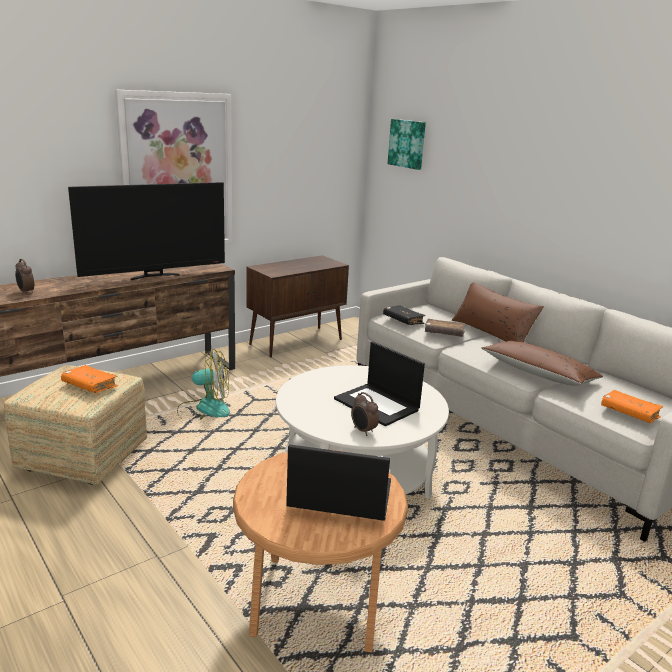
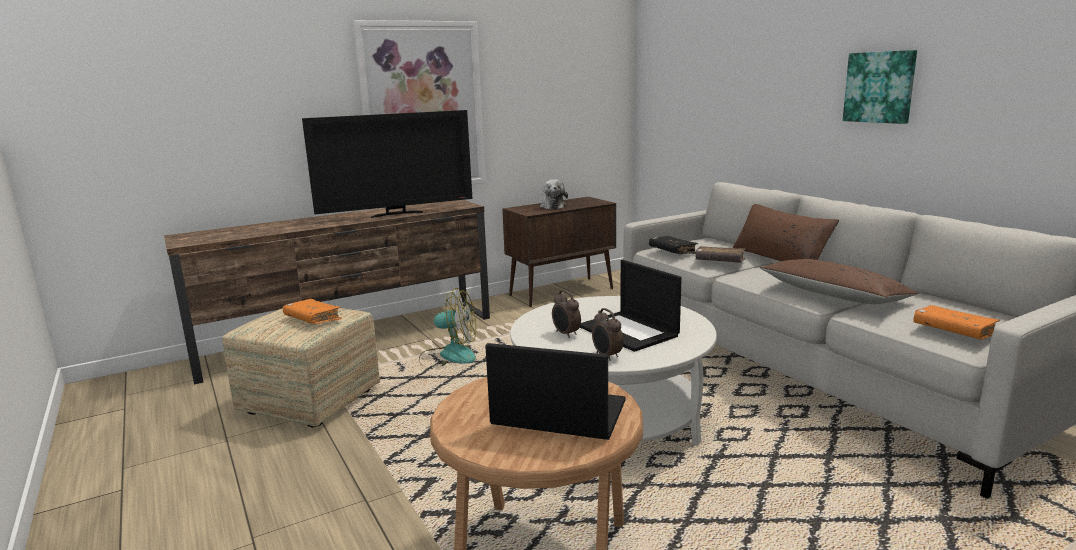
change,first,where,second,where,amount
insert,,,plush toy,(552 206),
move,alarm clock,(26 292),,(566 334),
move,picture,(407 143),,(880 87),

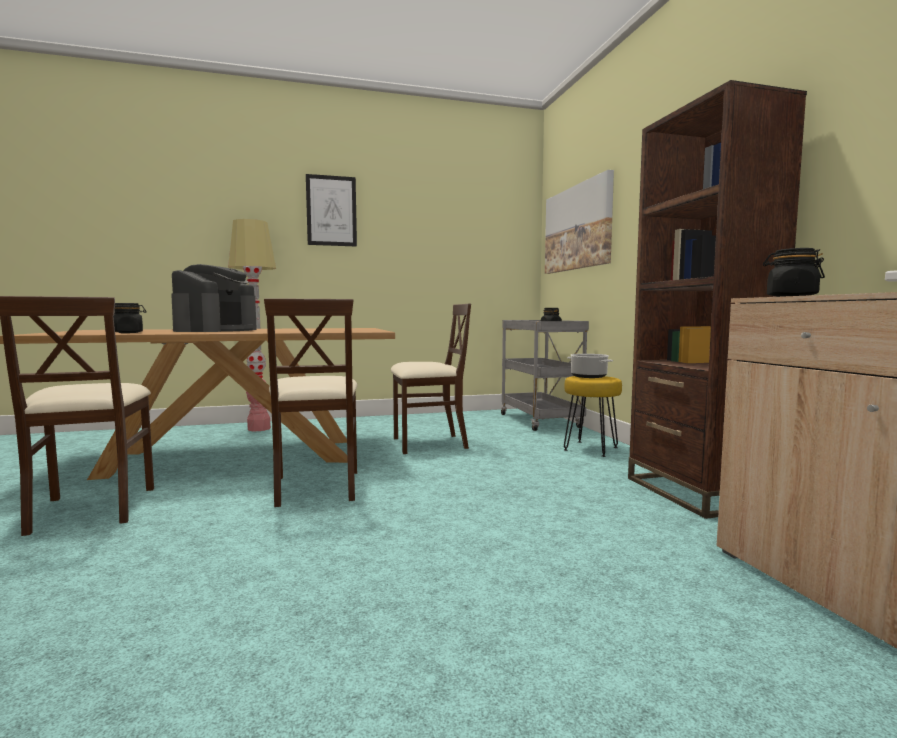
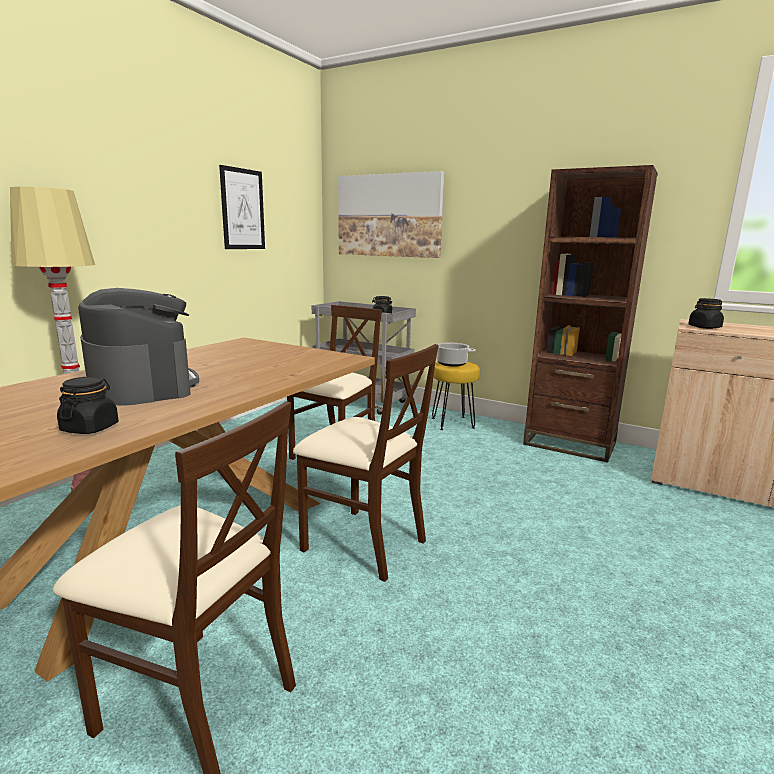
change,first,where,second,where,amount
move,picture,(331 211),,(243 209),

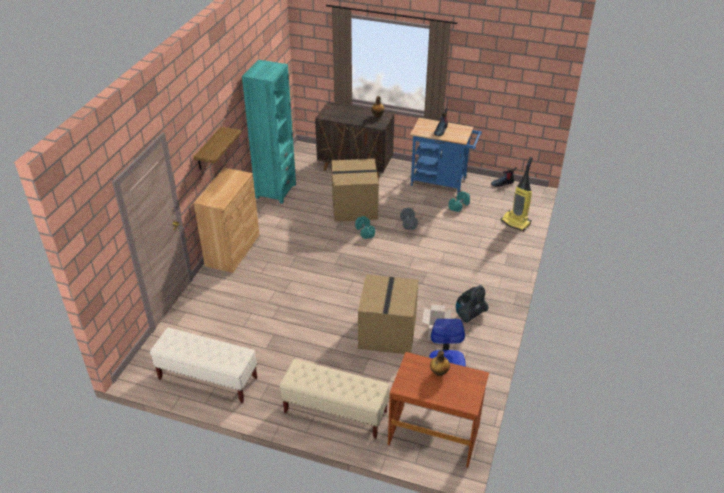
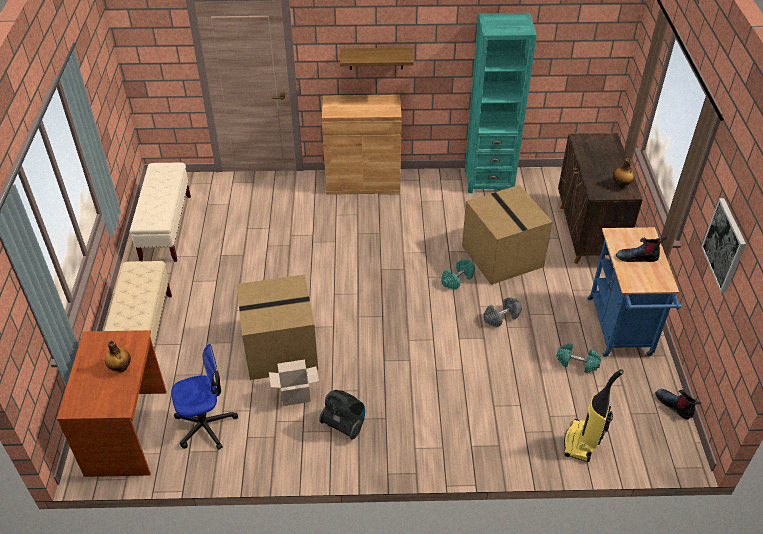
change,first,where,second,where,amount
insert,,,picture,(724 245),

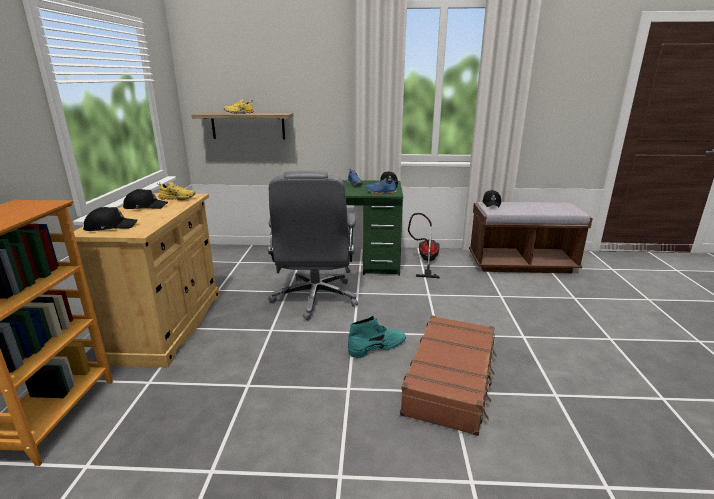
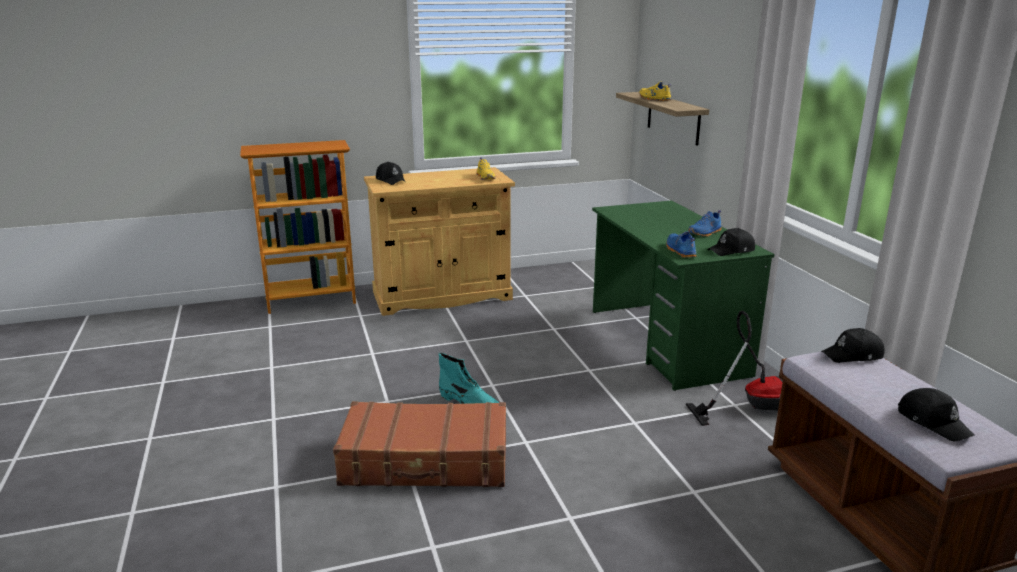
change,first,where,second,where,amount
move,cap in black,(145 206),,(933 422),
delete,office chair in grey,(315 298),,,

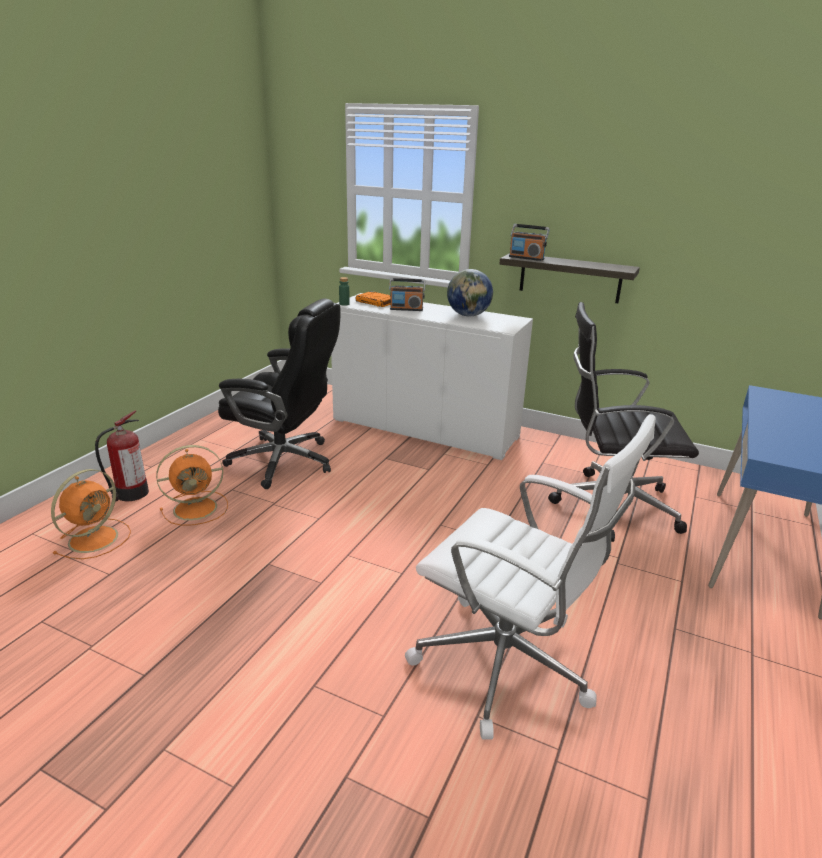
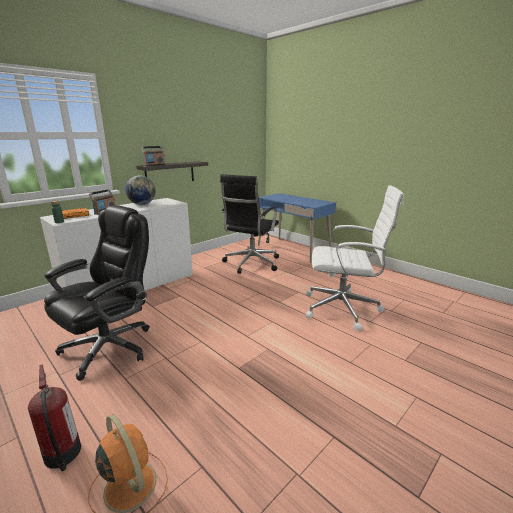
change,first,where,second,where,amount
rotate,office chair in white,(508 666),,(343 308),45 degrees clockwise
delete,fan in orange,(197 508),,,

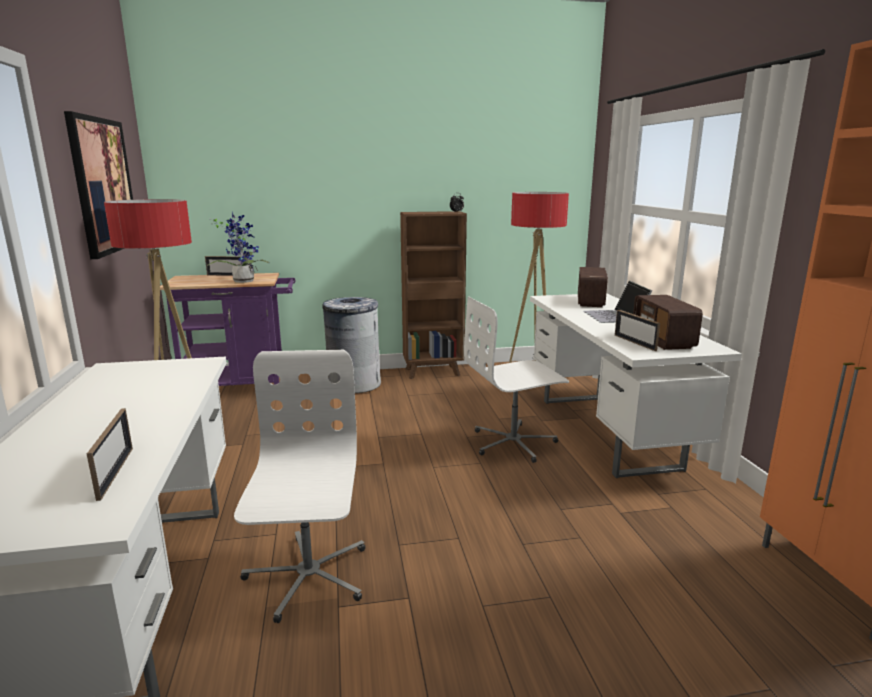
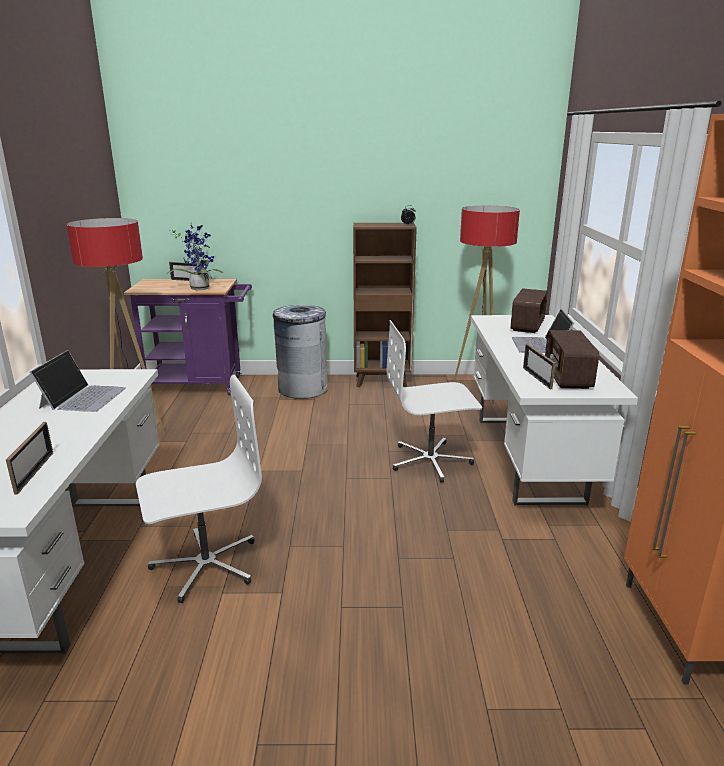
change,first,where,second,where,amount
insert,,,laptop,(83 397),
rotate,office chair in white,(307 576),,(205 565),60 degrees clockwise
delete,picture,(103 186),,,

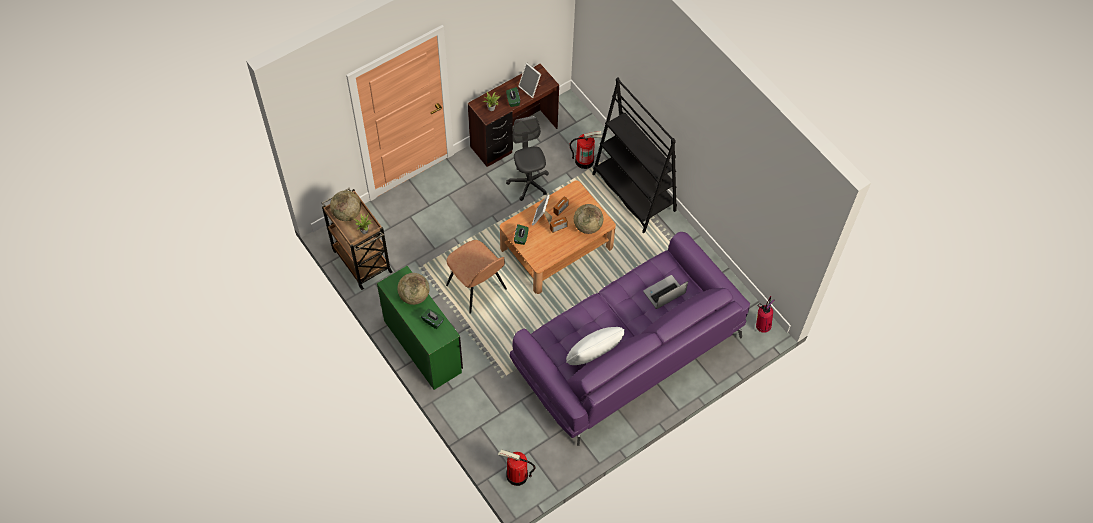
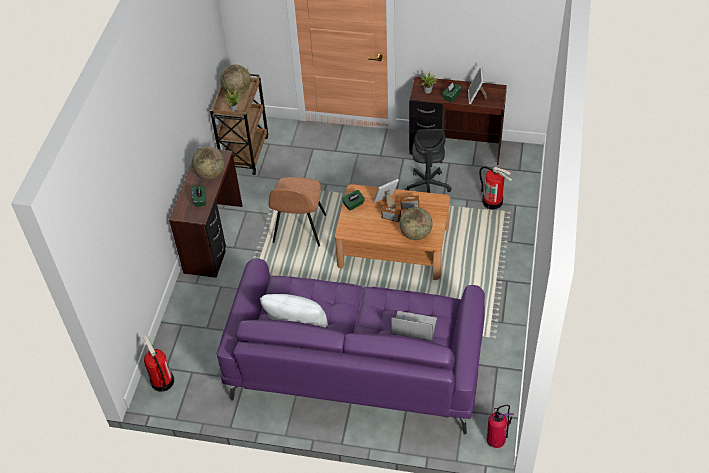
change,first,where,second,where,amount
recolor,desk in green,(423 345),desk in brown,(214 239),
rotate,office chair in grey,(528 183),,(427 187),150 degrees clockwise
delete,bookcase in black,(634 192),,,

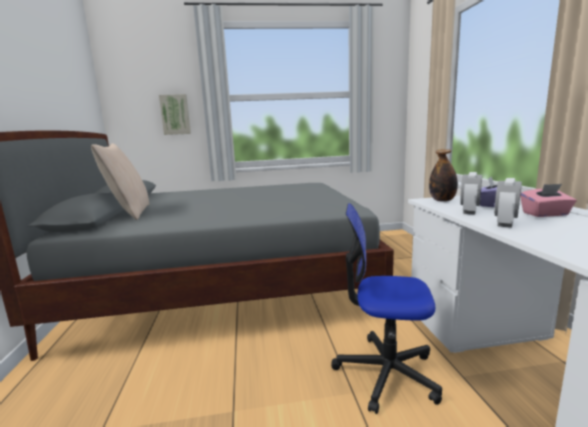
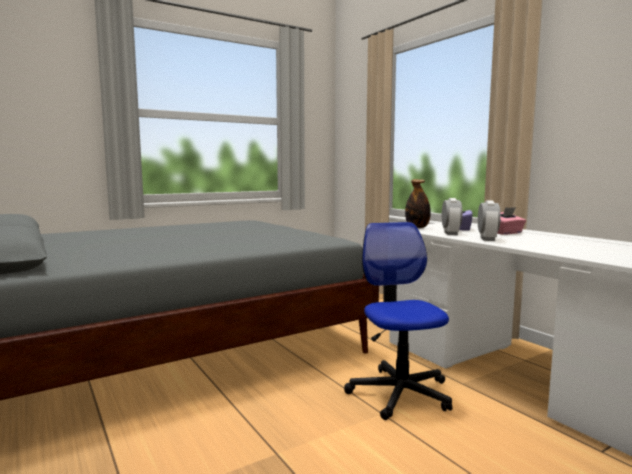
change,first,where,second,where,amount
rotate,office chair,(386 372),,(400 393),90 degrees clockwise
delete,pillow in beige,(130 213),,,
delete,picture,(175 114),,,

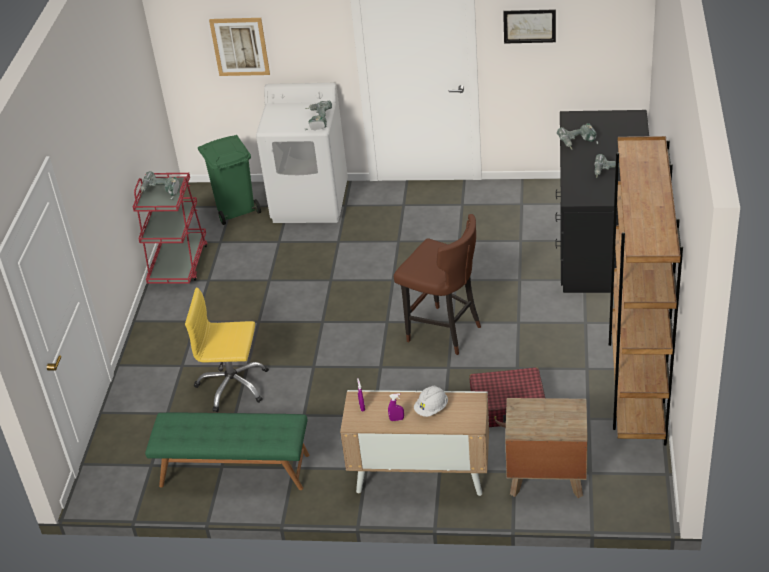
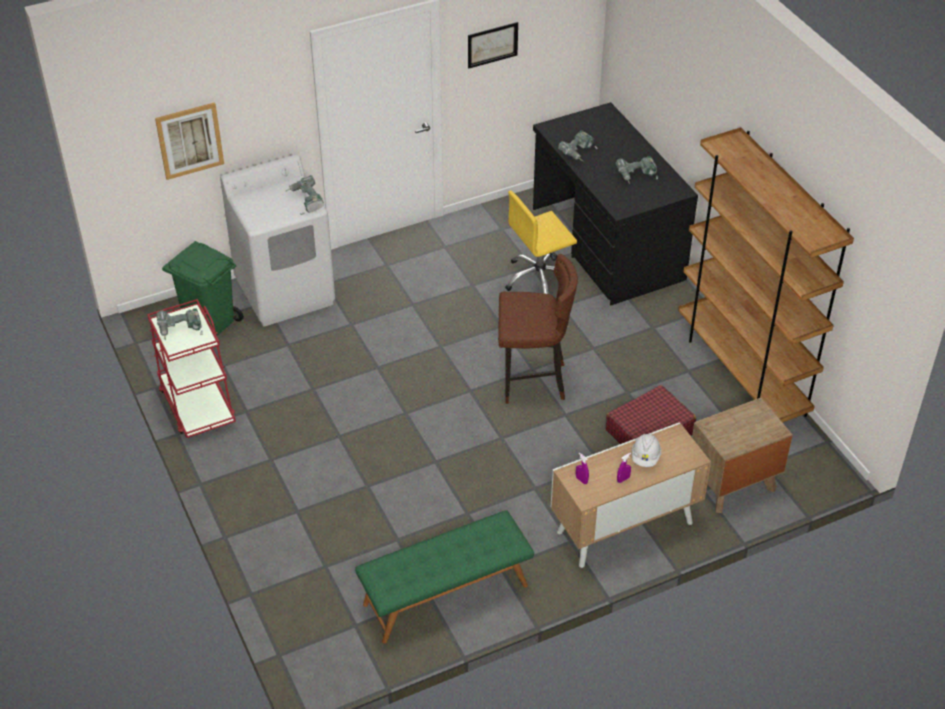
change,first,where,second,where,amount
move,office chair in yellow,(233 386),,(539 279),

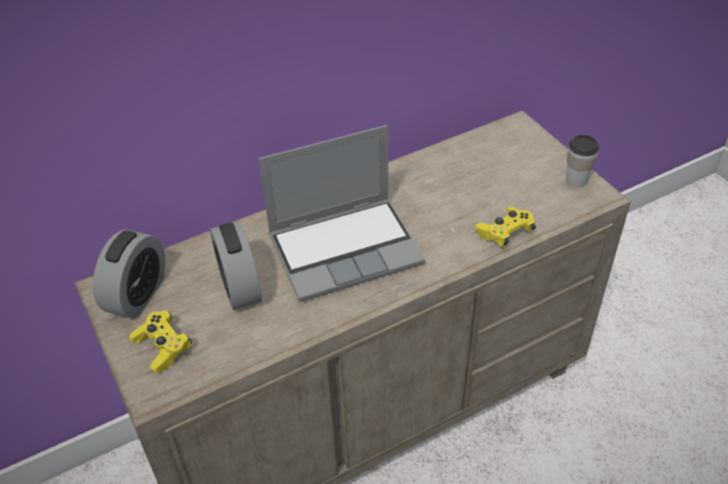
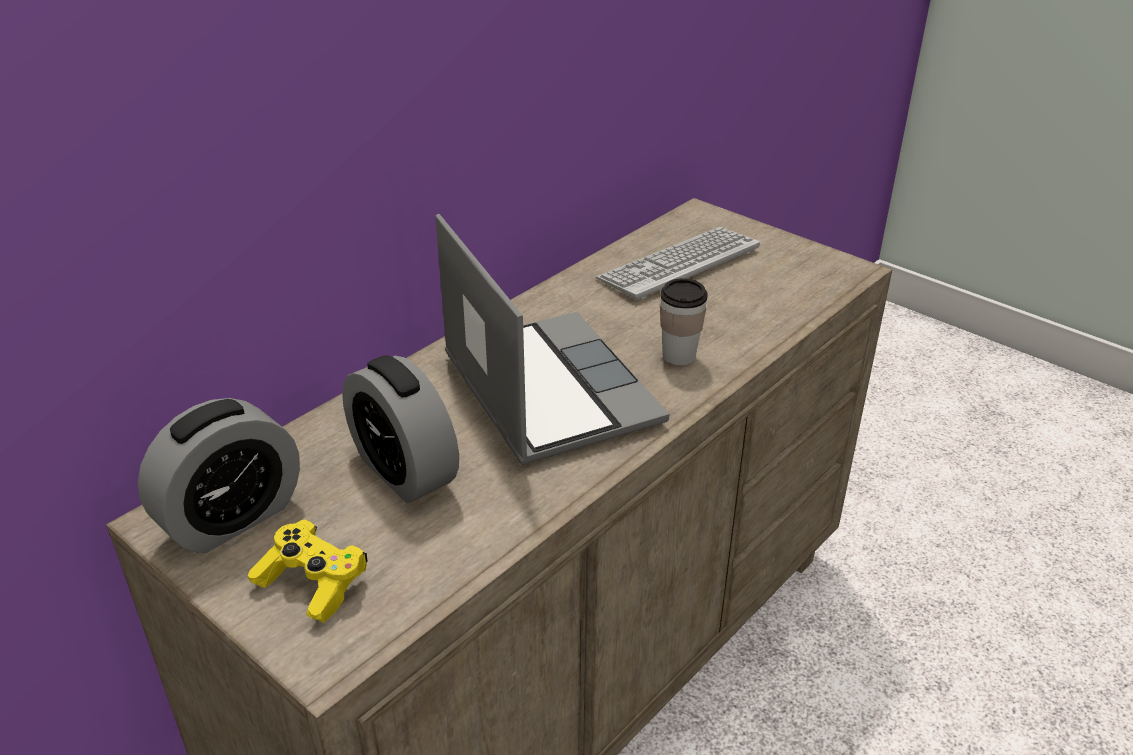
change,first,where,second,where,amount
rotate,alarm clock,(137 295),,(232 518),45 degrees clockwise
rotate,laptop,(346 248),,(546 389),75 degrees counterclockwise
insert,,,keyboard,(679 264),
move,cup,(576 180),,(679 356),
delete,game controller in yellow,(505 233),,,

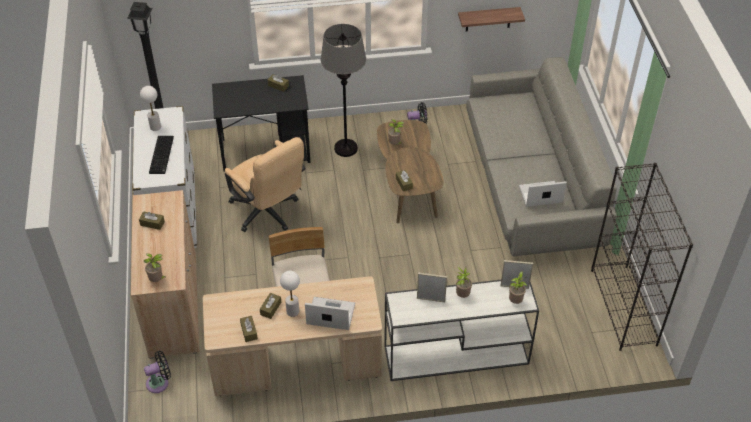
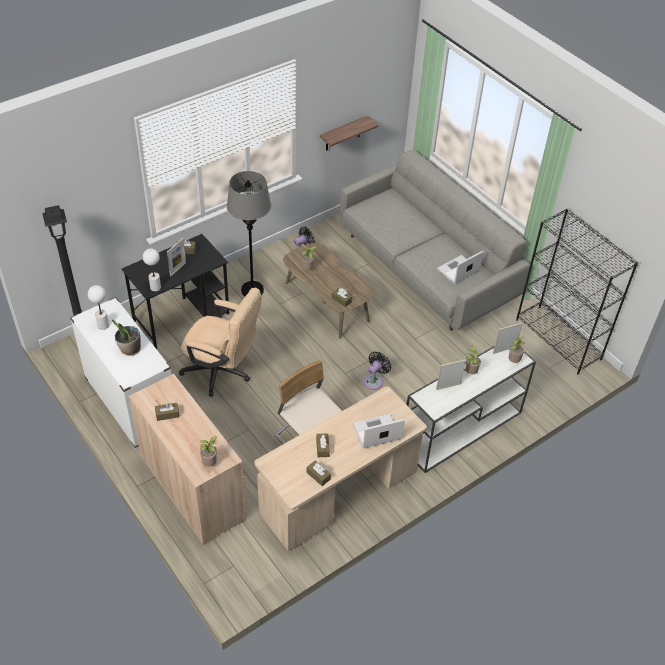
change,first,where,second,where,amount
replace,keyboard,(162 155),potted plant,(130 349),
move,table lamp in white,(292 311),,(155 287),
insert,,,picture frame,(178 269),
move,fan in black,(160 382),,(374 380),

